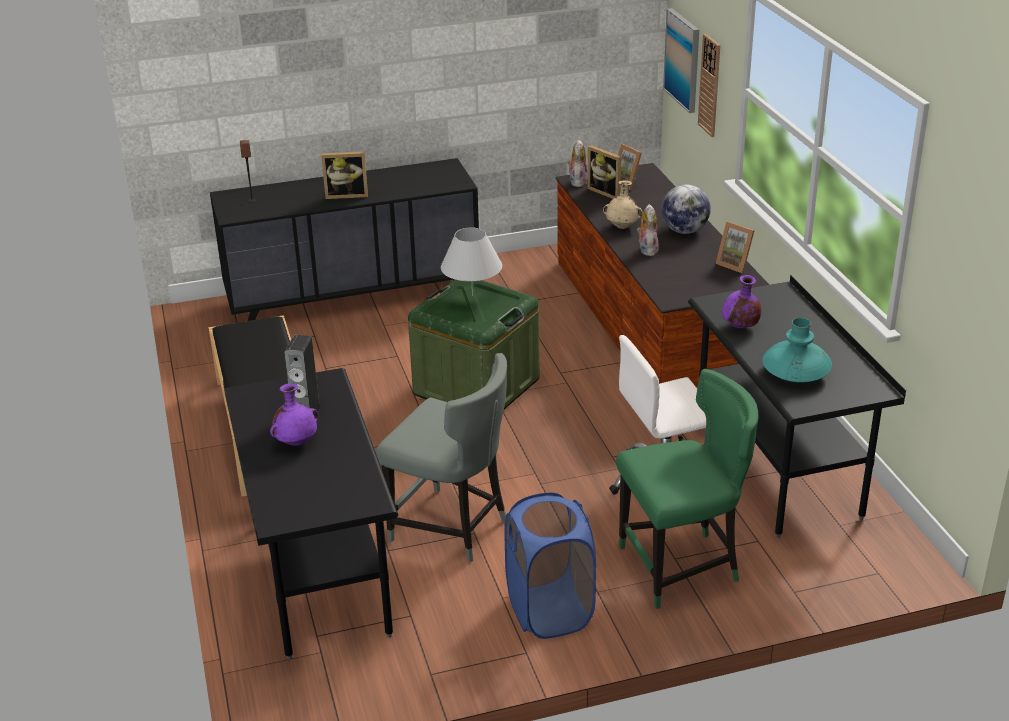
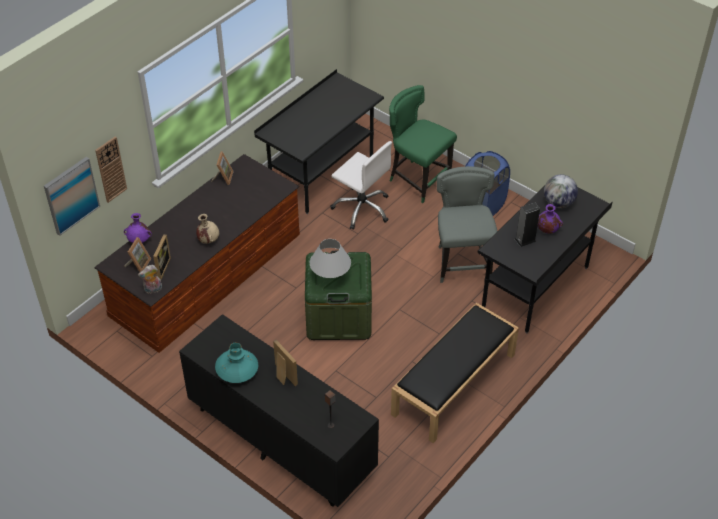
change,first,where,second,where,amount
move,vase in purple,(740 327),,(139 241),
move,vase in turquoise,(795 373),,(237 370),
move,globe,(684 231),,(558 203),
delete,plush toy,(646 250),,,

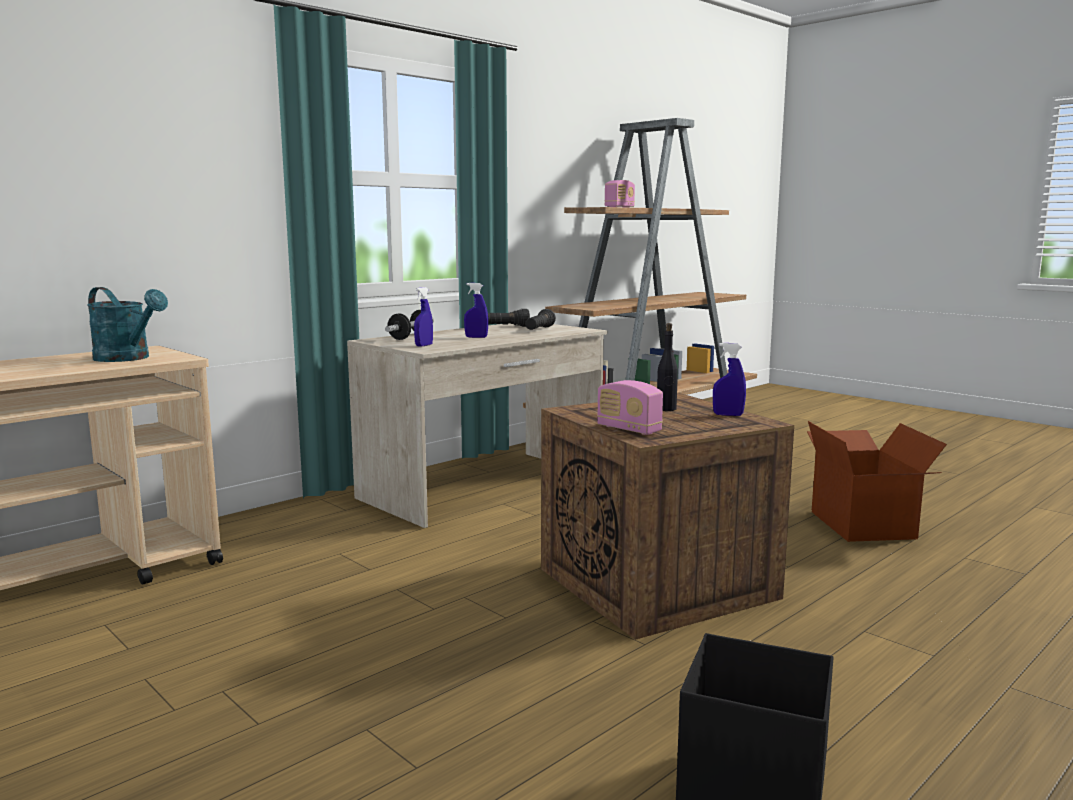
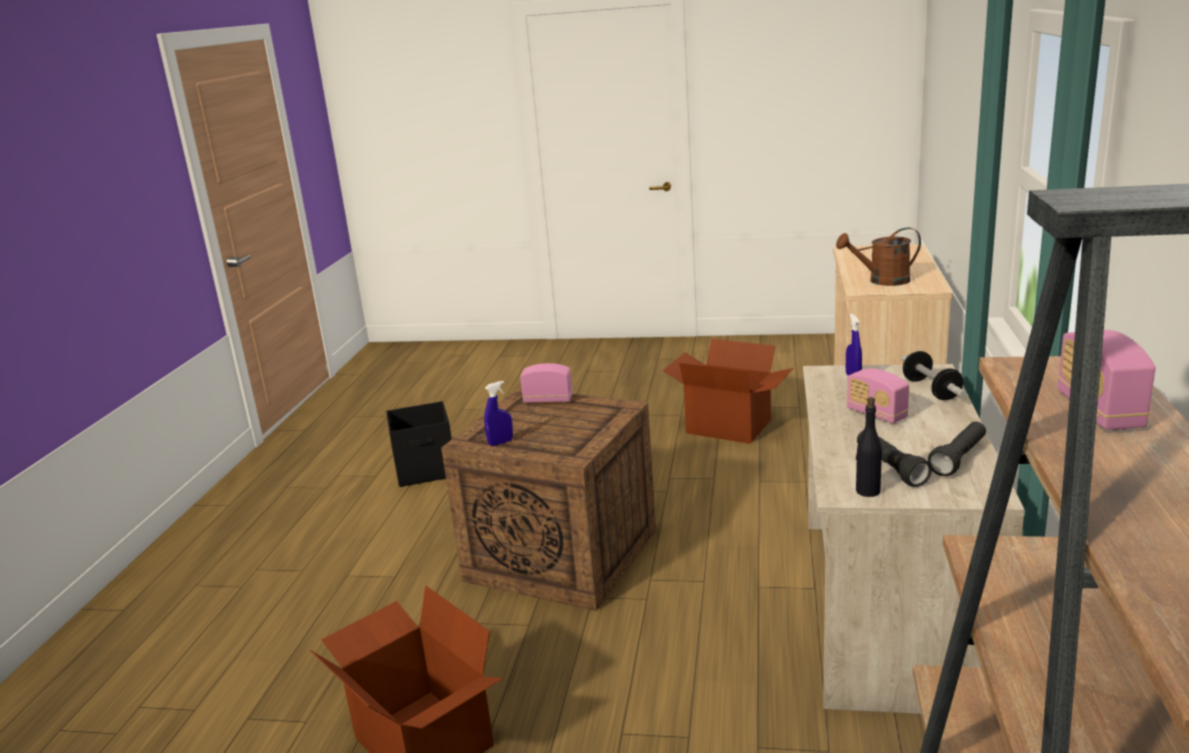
change,first,where,second,where,amount
insert,,,cardboard box,(729 426),
recolor,watering can in turquoise,(128 359),watering can in brown,(882 281),
replace,spray bottle in blue,(476 337),radio,(876 414),
move,bottle in black,(666 409),,(867 491),

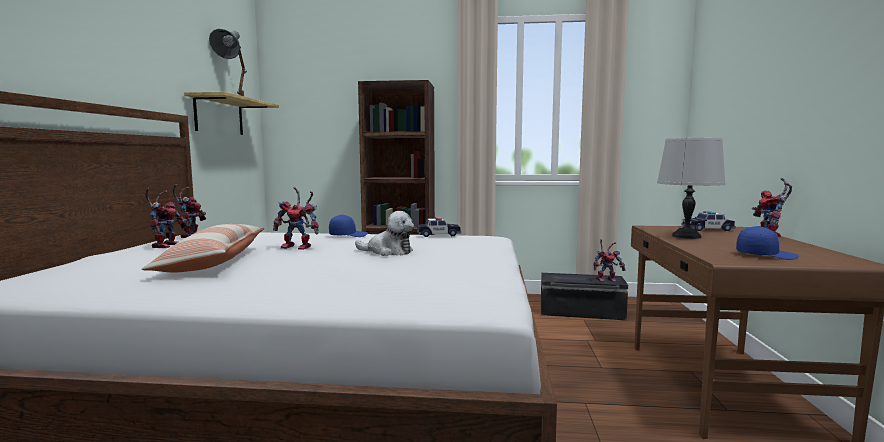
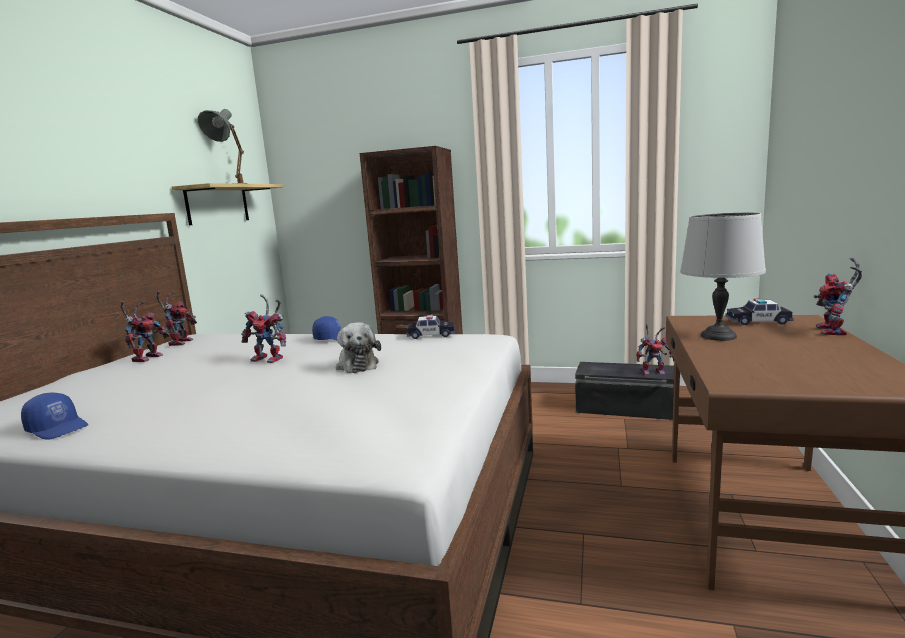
change,first,where,second,where,amount
move,cap in blue,(765 255),,(58 428),
rotate,plush toy,(388 252),,(357 365),45 degrees clockwise
delete,pillow,(214 262),,,

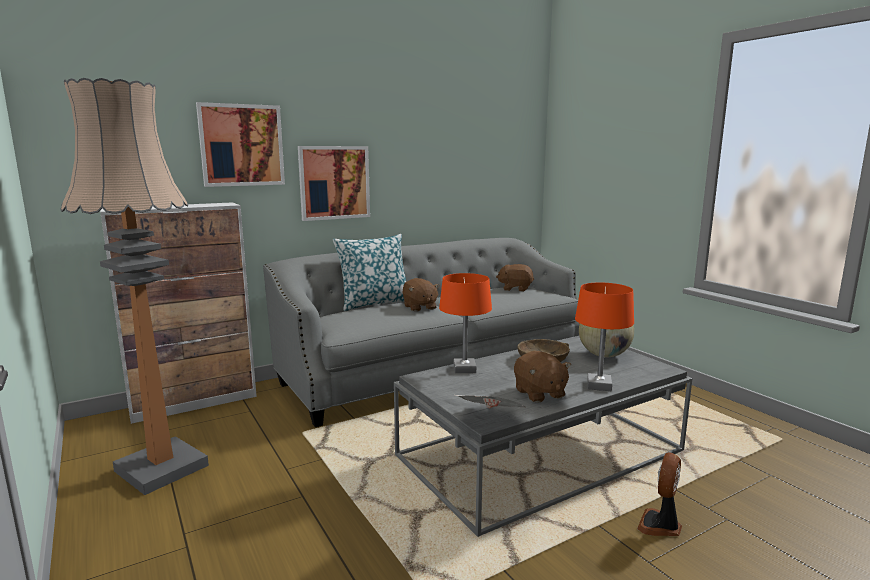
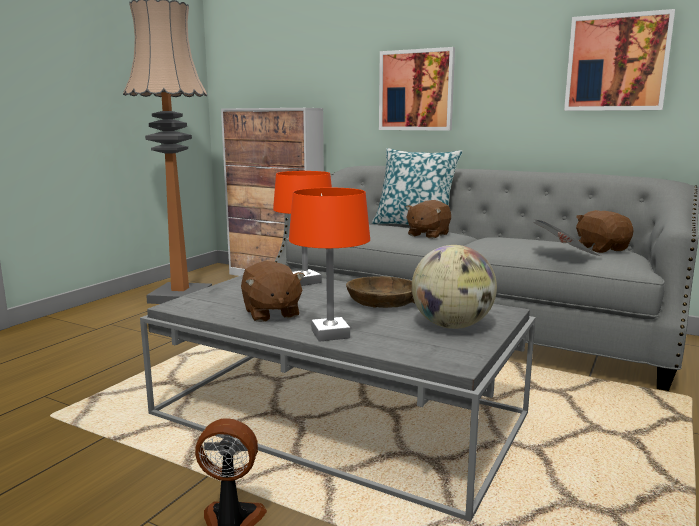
change,first,where,second,where,amount
rotate,plush toy in brown,(539 393),,(271 313),60 degrees counterclockwise
move,newspaper,(491 419),,(565 255),
move,picture,(241 145),,(617 63),

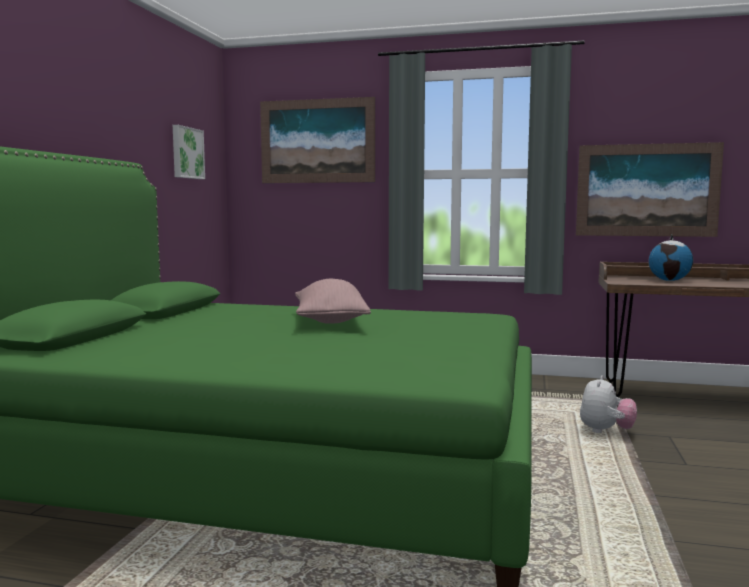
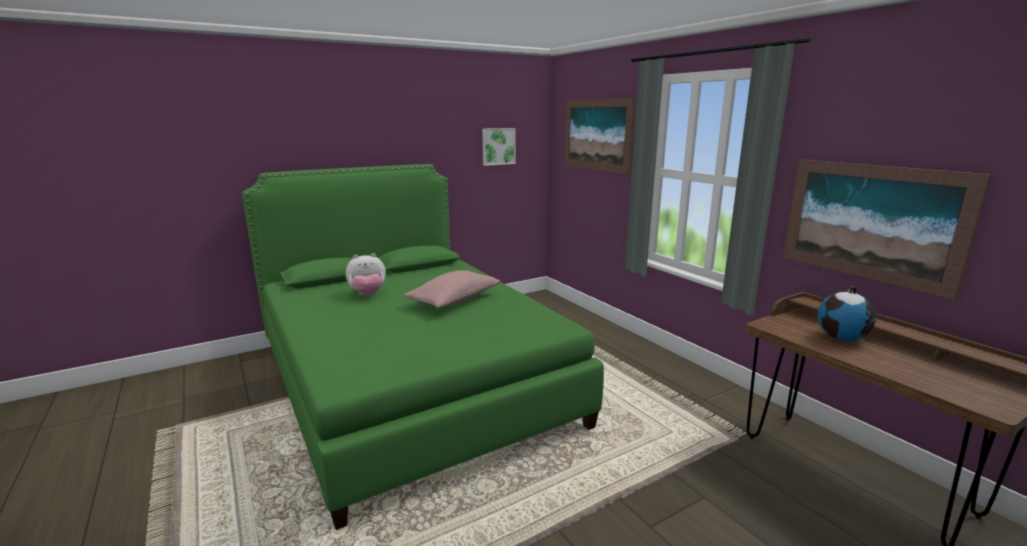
change,first,where,second,where,amount
move,plush toy,(606 431),,(368 295),

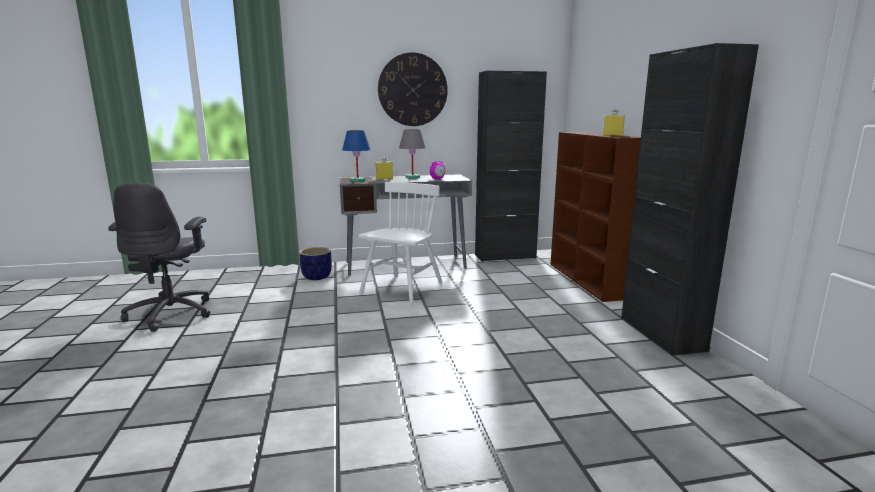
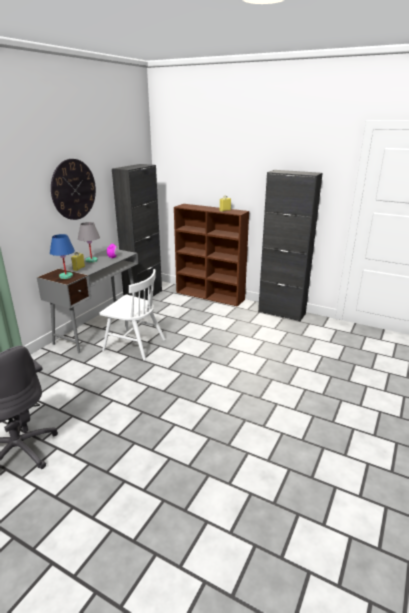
change,first,where,second,where,amount
rotate,chair in white,(402 288),,(134 345),135 degrees clockwise
delete,planter,(317 277),,,

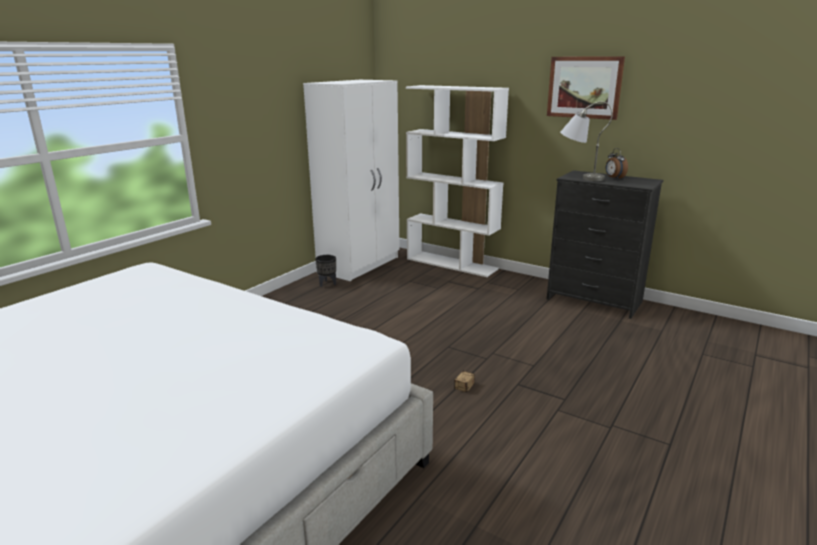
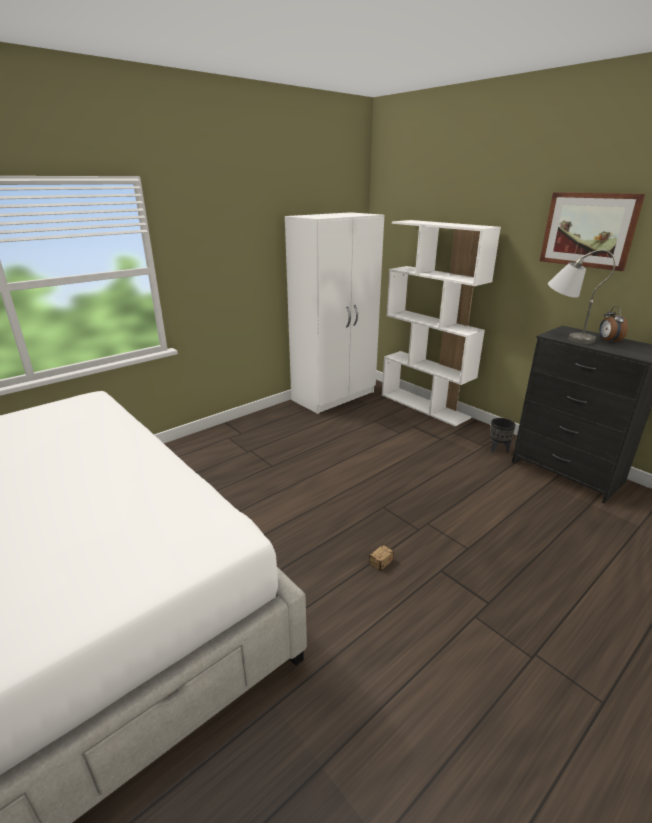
change,first,where,second,where,amount
move,planter in black,(327 284),,(497 450),

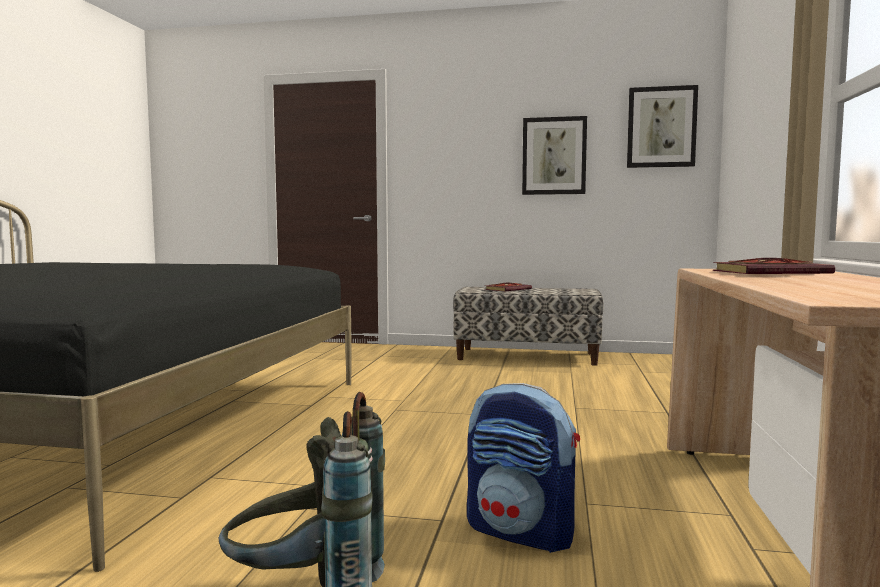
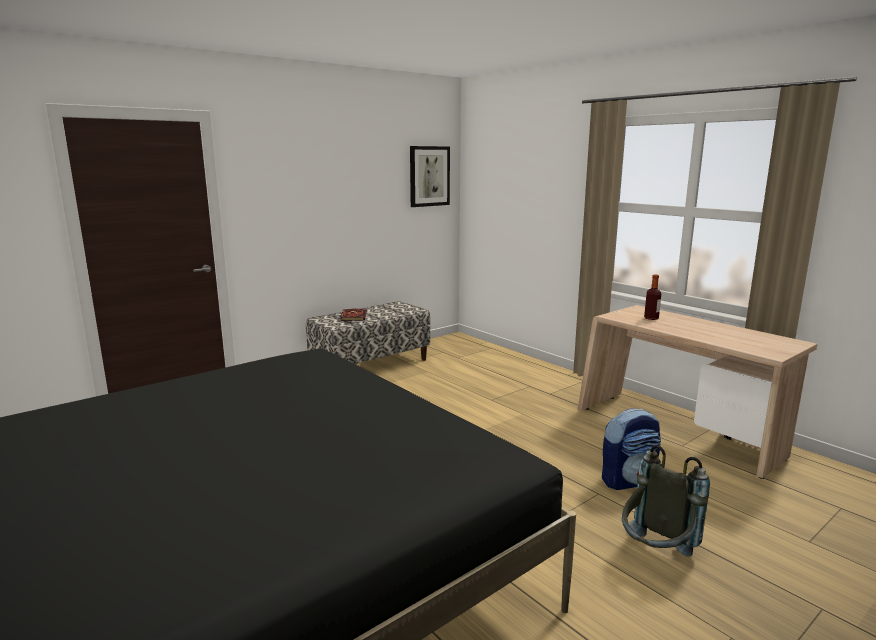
change,first,where,second,where,amount
replace,book,(771 273),bottle,(651 318),
delete,picture,(554 156),,,

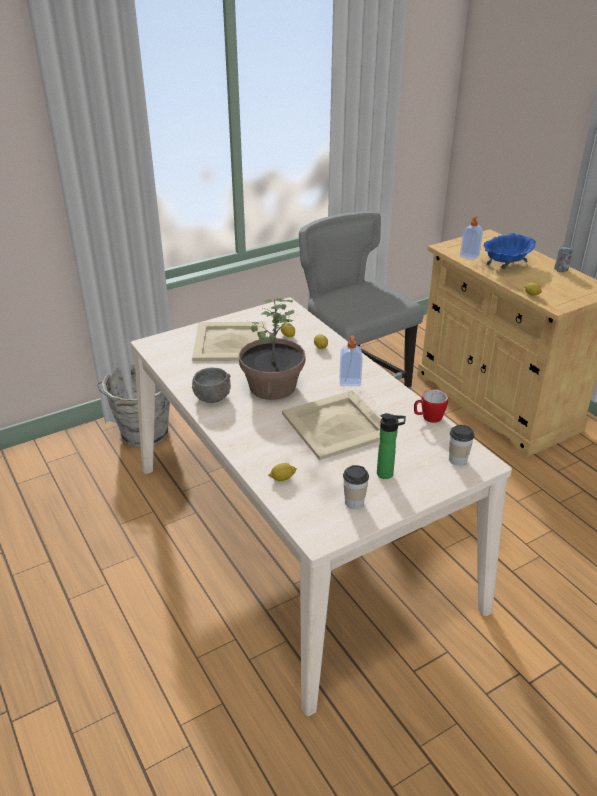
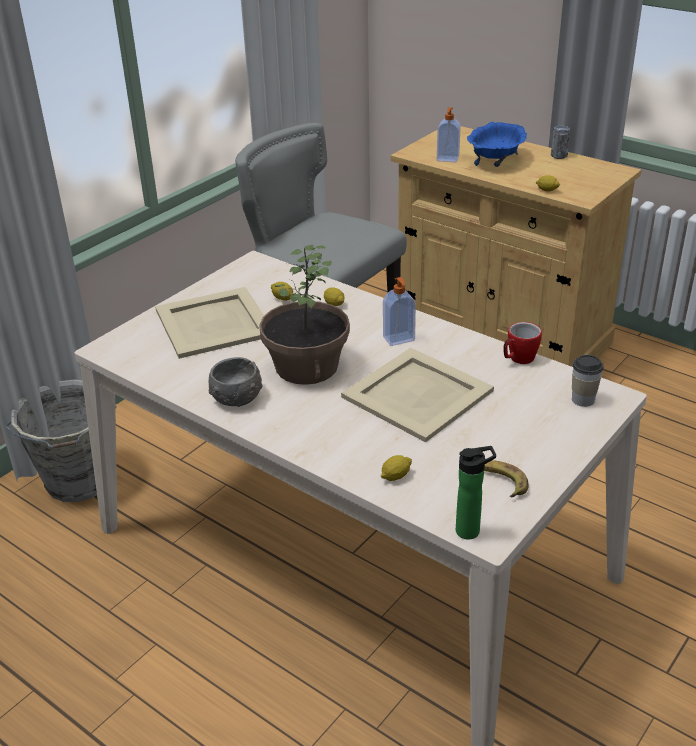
change,first,where,second,where,amount
move,bottle,(387 474),,(471 530),
replace,cup,(354 502),banana,(500 481),

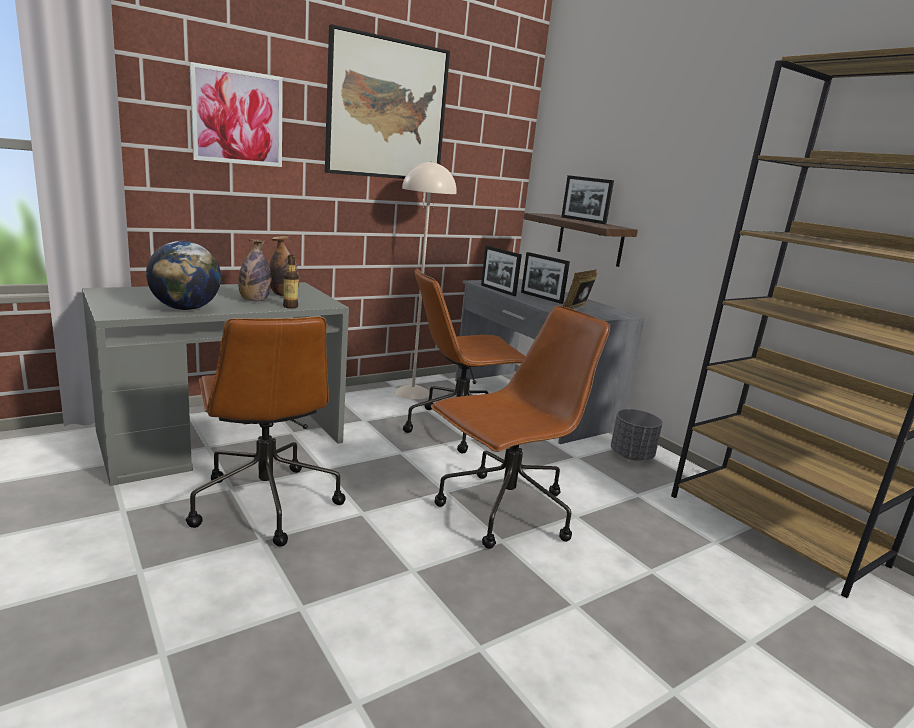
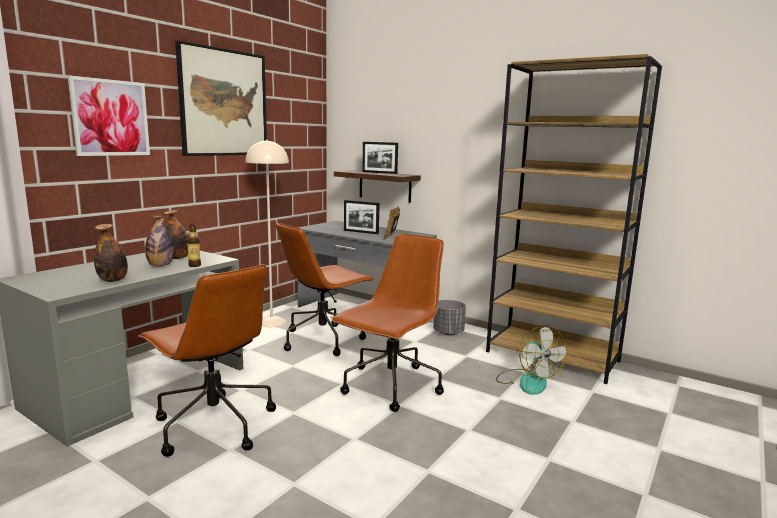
change,first,where,second,where,amount
replace,globe,(186 308),bottle,(113 280),
insert,,,fan,(527 381),
delete,picture frame,(498 290),,,

